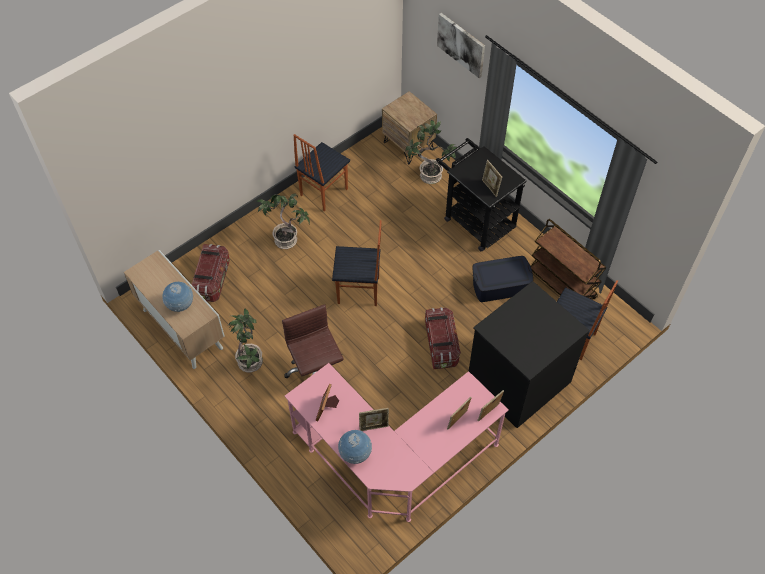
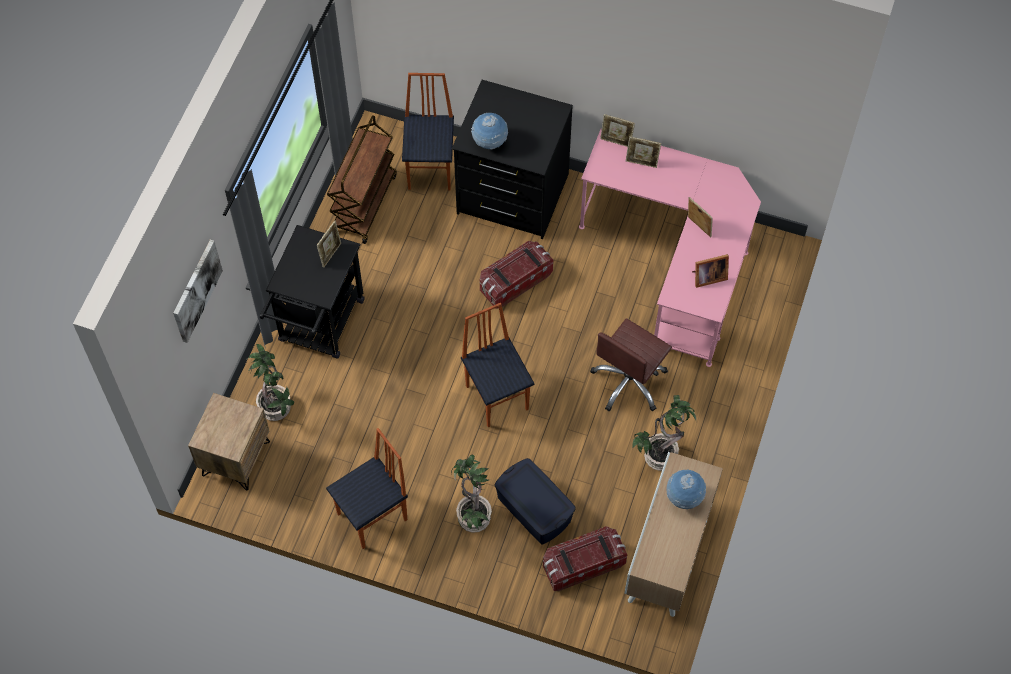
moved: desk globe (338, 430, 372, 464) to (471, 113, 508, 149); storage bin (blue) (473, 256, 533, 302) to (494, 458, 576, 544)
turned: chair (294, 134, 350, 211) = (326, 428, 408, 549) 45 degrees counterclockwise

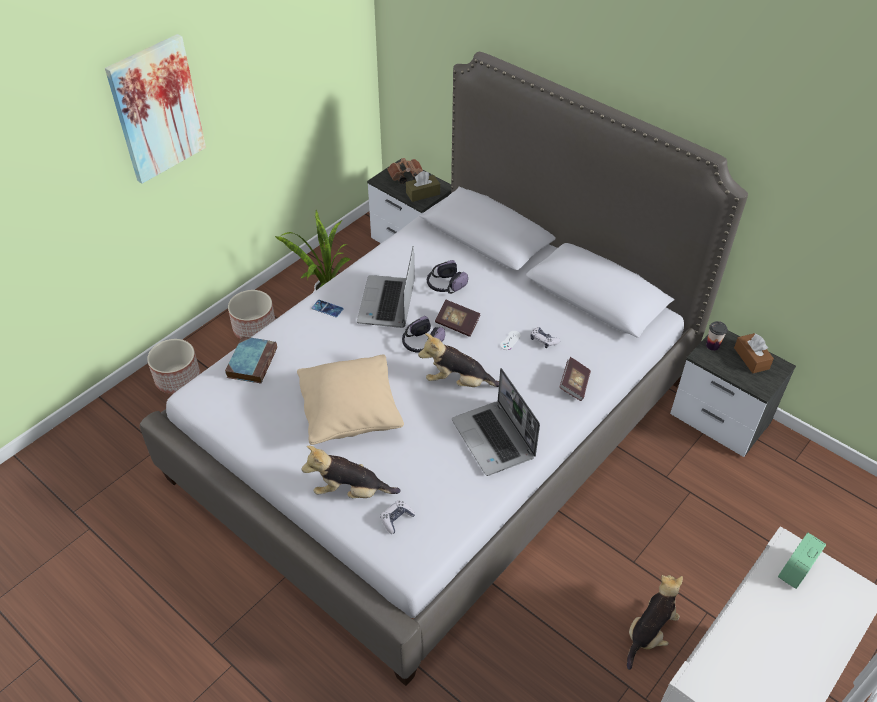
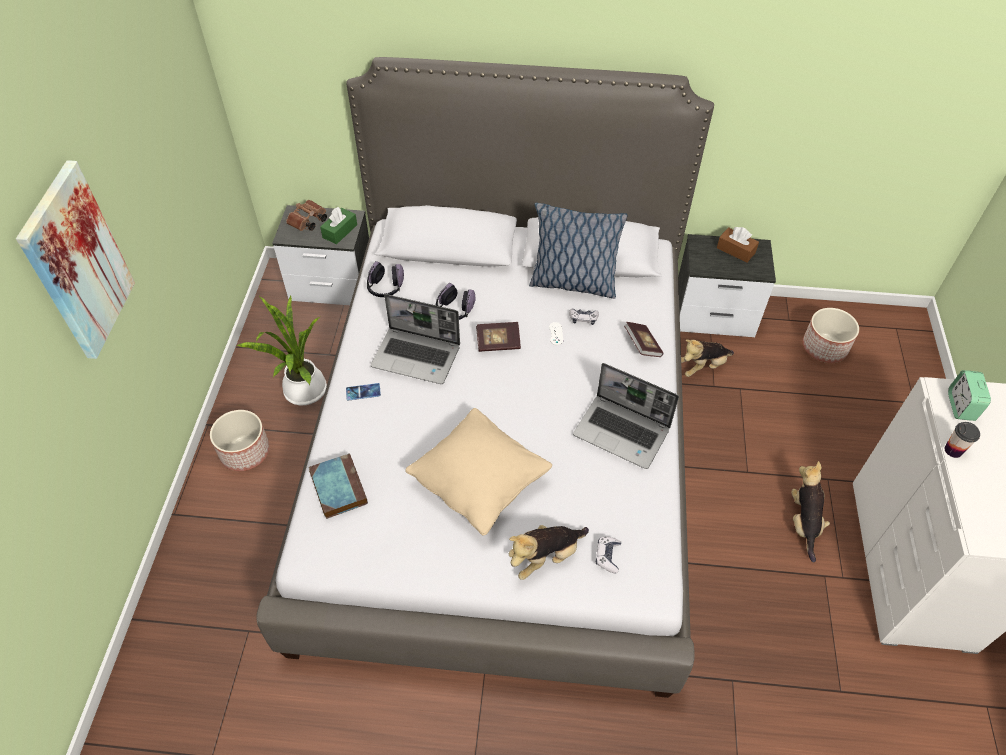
added: cushion (529, 203, 627, 299)
moved: plant pot (147, 339, 200, 394) to (803, 308, 859, 363); headphones (402, 316, 445, 353) to (367, 261, 404, 297); soft toy (418, 333, 499, 387) to (681, 339, 734, 377); cup (706, 321, 728, 351) to (944, 422, 980, 458)
recoloured: box of tissues (brown) (406, 171, 440, 202) to box of tissues (greenish) (320, 207, 357, 244)
turned: laptop (357, 246, 415, 328) = (371, 294, 460, 384) 45 degrees counterclockwise

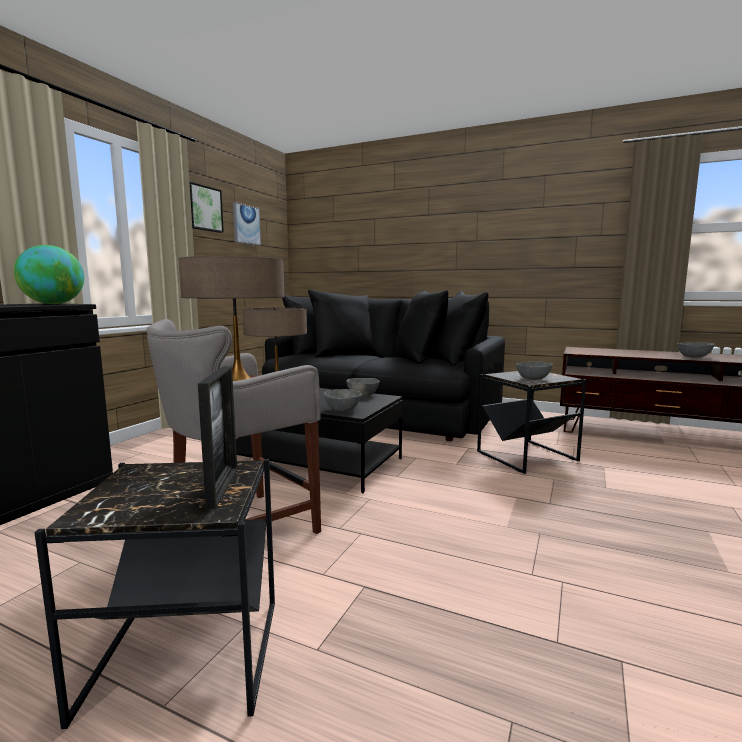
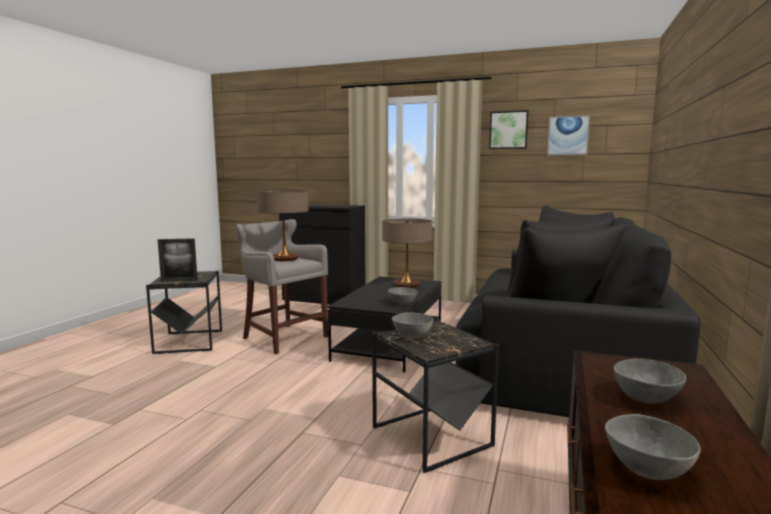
removed: desk globe (14, 245, 84, 304)
moved: deep dish (grey) (324, 389, 362, 412) to (614, 359, 686, 403)

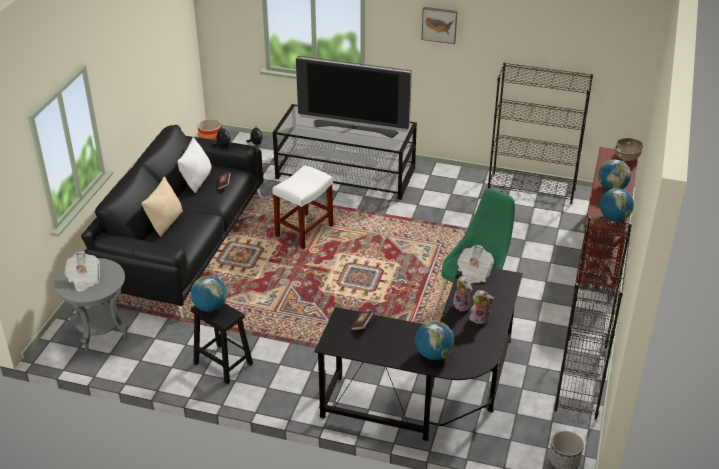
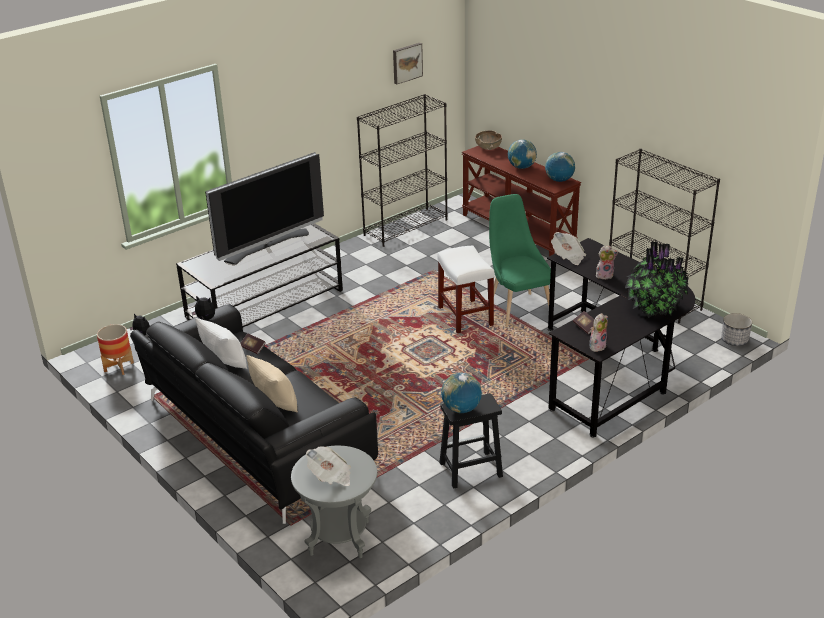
moved: stool seat (whitish) (272, 165, 333, 249) to (437, 246, 495, 333); picture (421, 7, 458, 44) to (393, 43, 423, 84); soft toy (470, 290, 494, 324) to (589, 313, 608, 352)
replaced: desk globe (415, 321, 454, 360) to plant in a pot (625, 241, 689, 318)

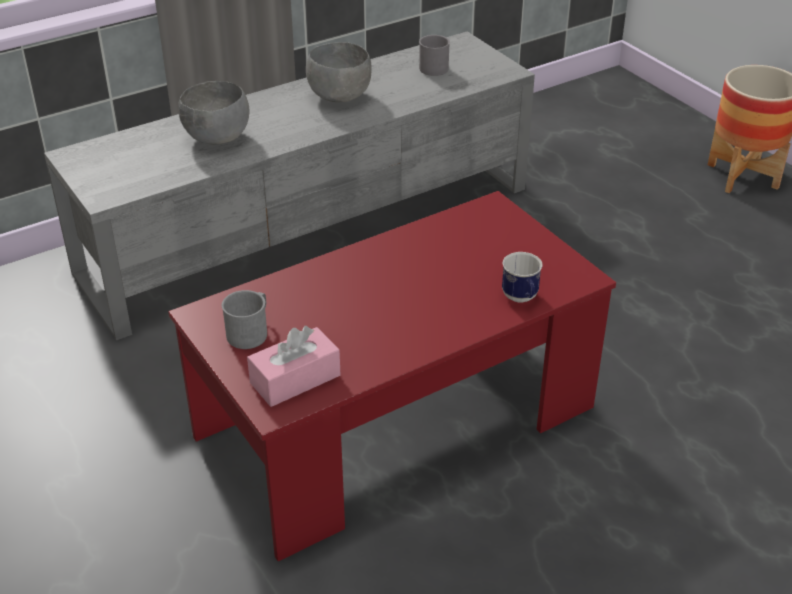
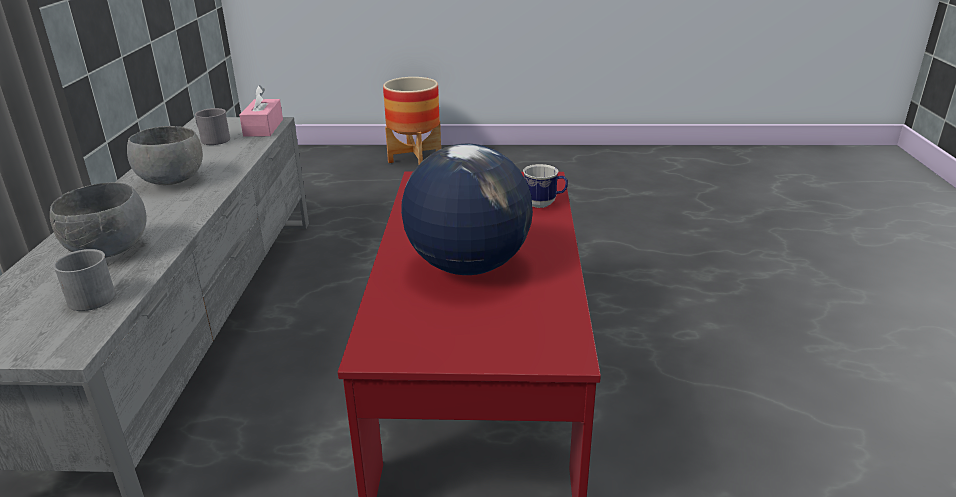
added: desk globe (401, 144, 533, 275)
moved: mug (grey) (222, 290, 267, 349) to (53, 249, 115, 311); box of tissues (pink) (247, 326, 341, 407) to (239, 85, 283, 137)

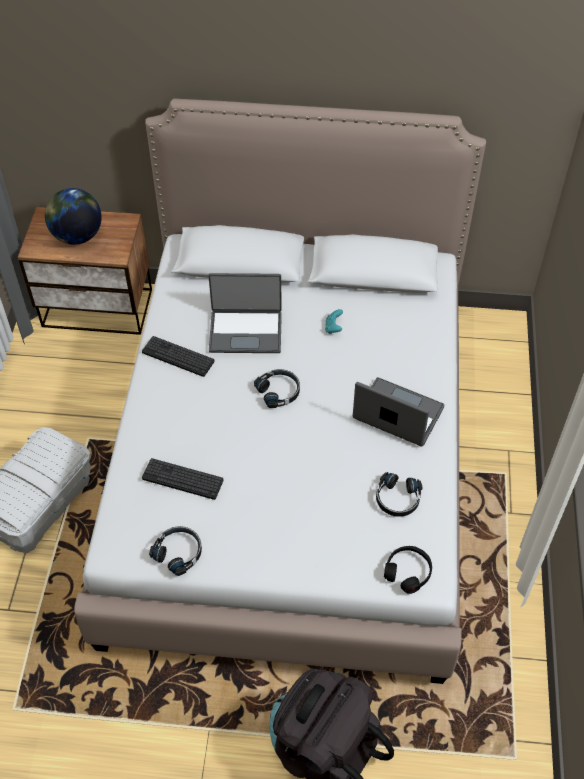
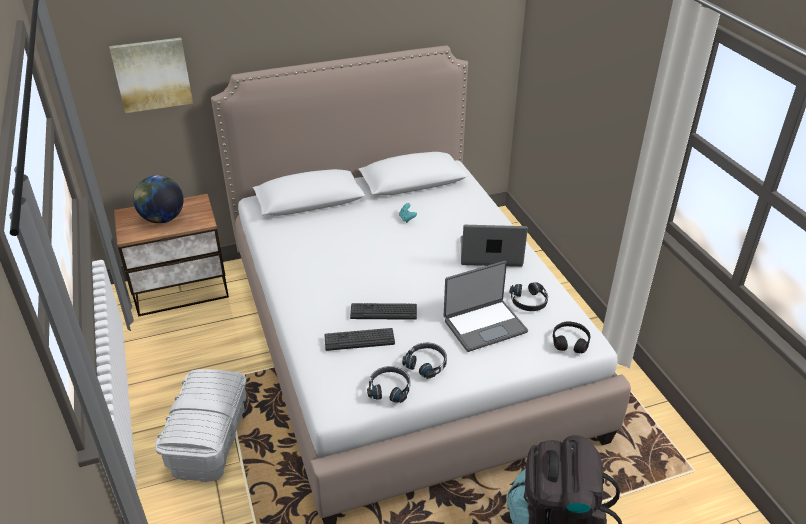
added: picture (109, 38, 193, 113)
moved: PC keyboard (142, 336, 215, 377) to (350, 303, 417, 320); laptop (208, 273, 282, 353) to (444, 261, 528, 352); headphones (black-coloured) (254, 369, 300, 408) to (402, 343, 447, 379)

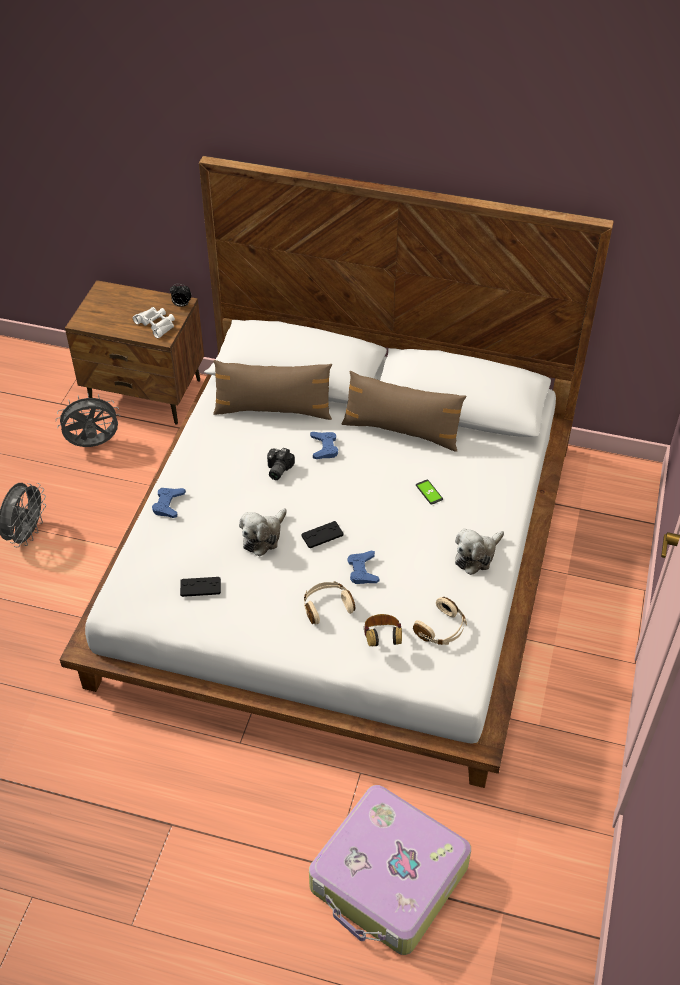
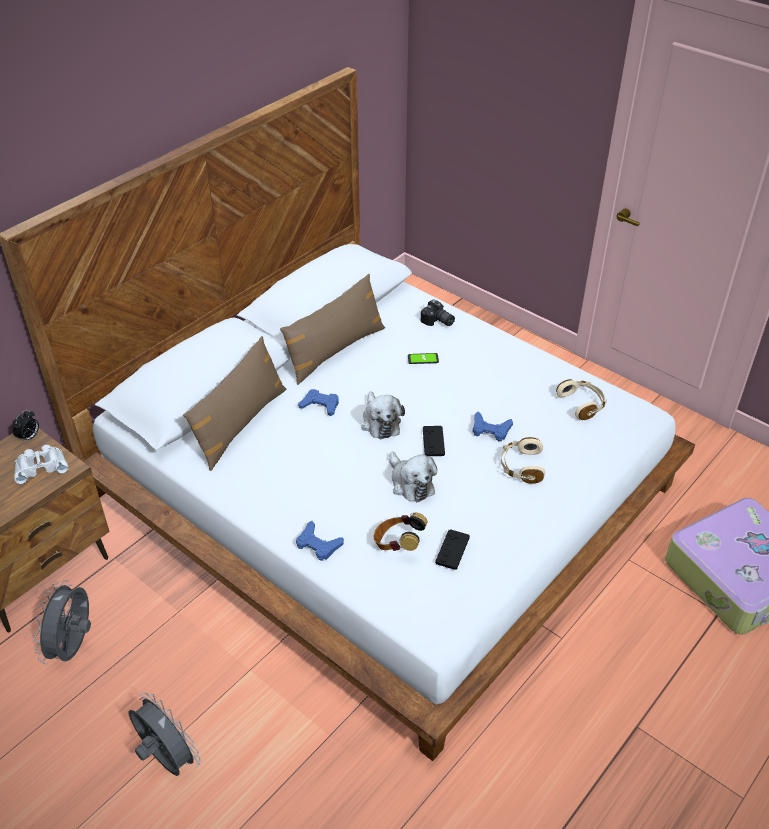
moved: still camera (267, 448, 295, 480) to (421, 299, 455, 326); headphones (364, 614, 402, 646) to (374, 512, 428, 551); soft toy (455, 529, 504, 575) to (361, 391, 405, 439)

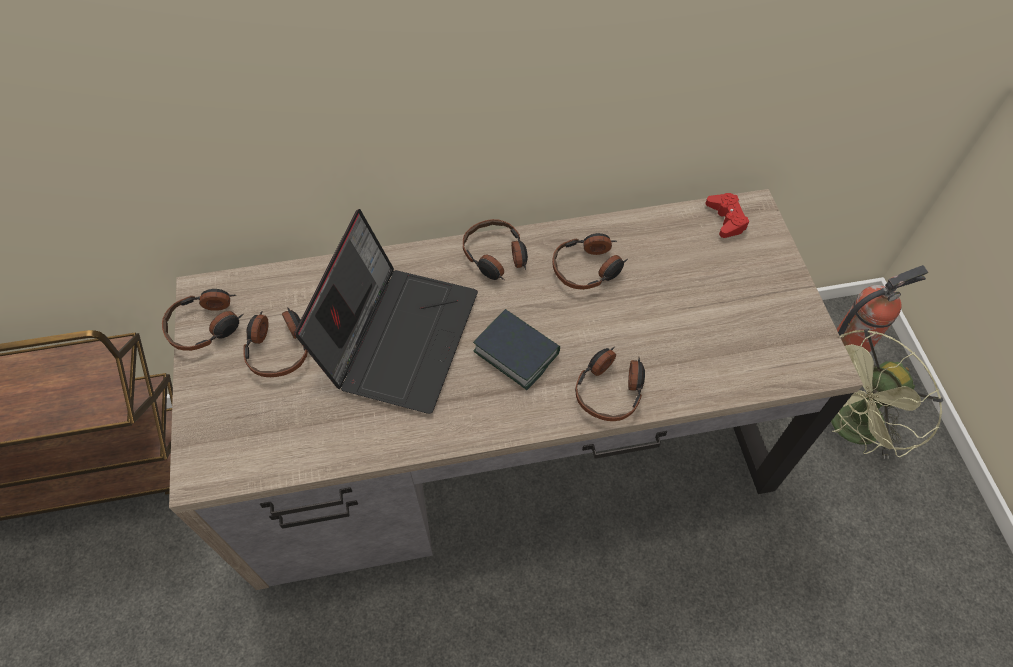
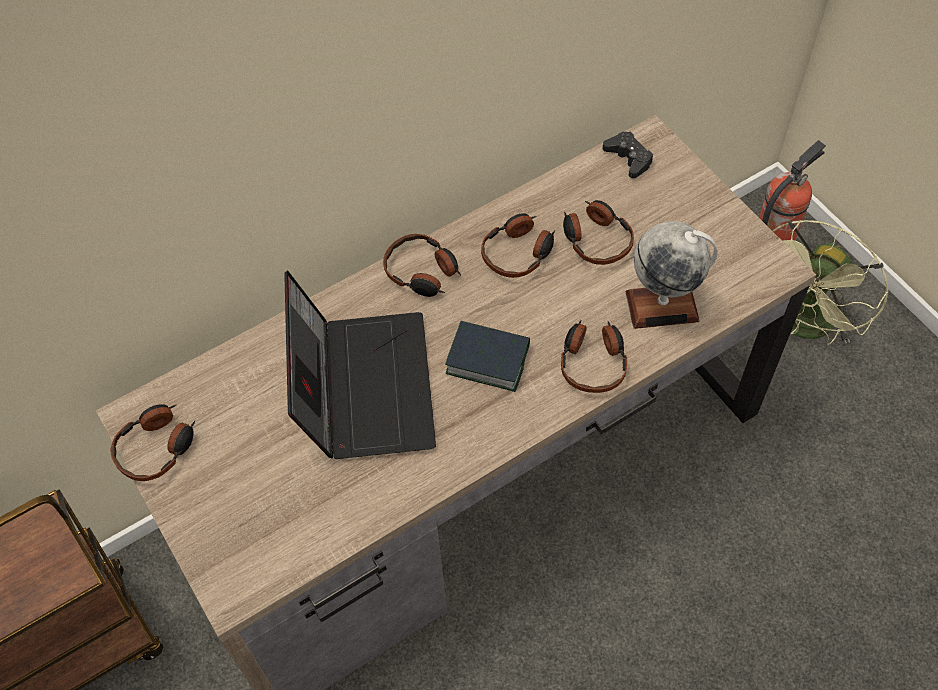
added: desk globe (626, 221, 717, 329)
moved: headphones (243, 307, 308, 377) to (563, 200, 634, 265)
recoloured: gamepad (red) (706, 193, 749, 238) to gamepad (black-coloured) (603, 132, 653, 179)

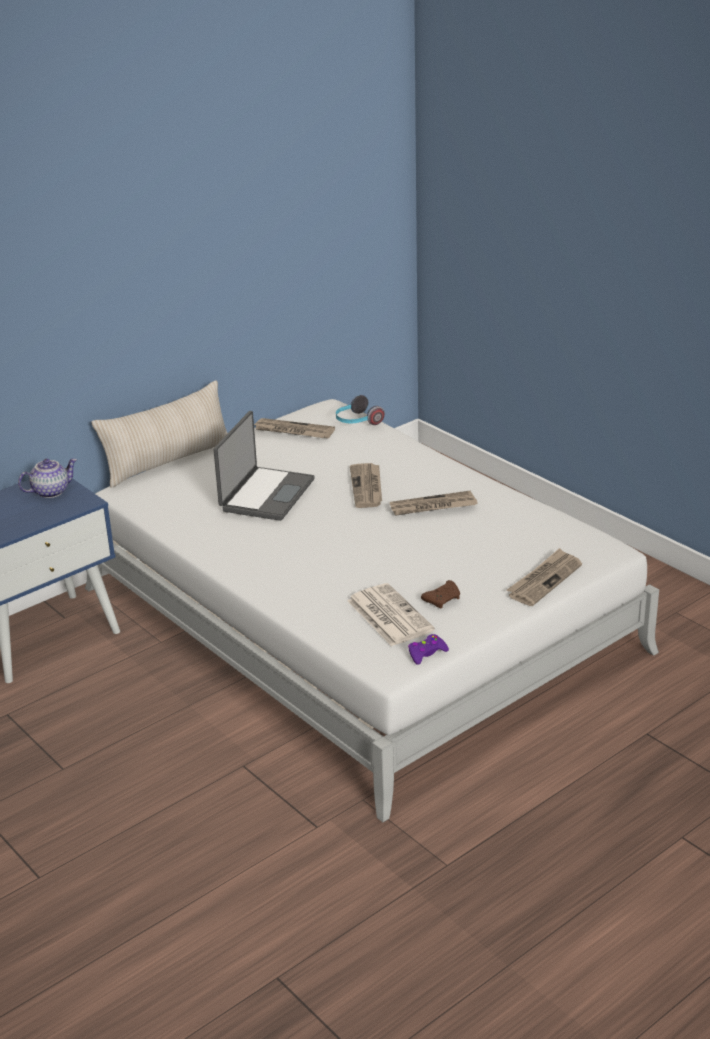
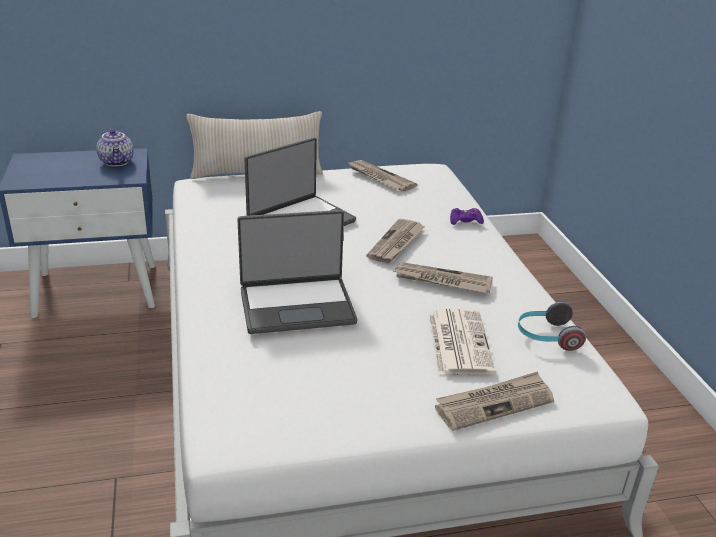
removed: gamepad (brown) (421, 580, 460, 609)
added: laptop (237, 210, 357, 334)
moved: headphones (336, 395, 385, 425) to (518, 302, 586, 351); printed paper (347, 583, 435, 646) to (429, 309, 496, 375); gamepad (purple) (408, 634, 449, 665) to (450, 208, 484, 225)
turned: teapot (18, 458, 77, 498) = (97, 128, 134, 167) 75 degrees clockwise

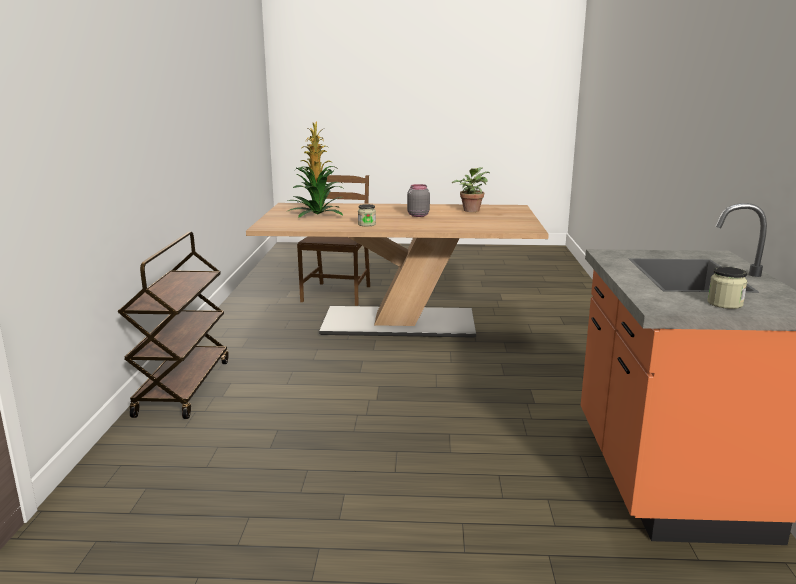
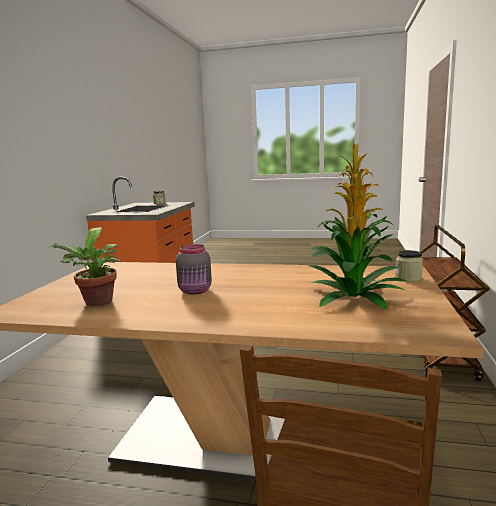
moved: preserve jar (358, 204, 376, 226) to (395, 250, 423, 282)

